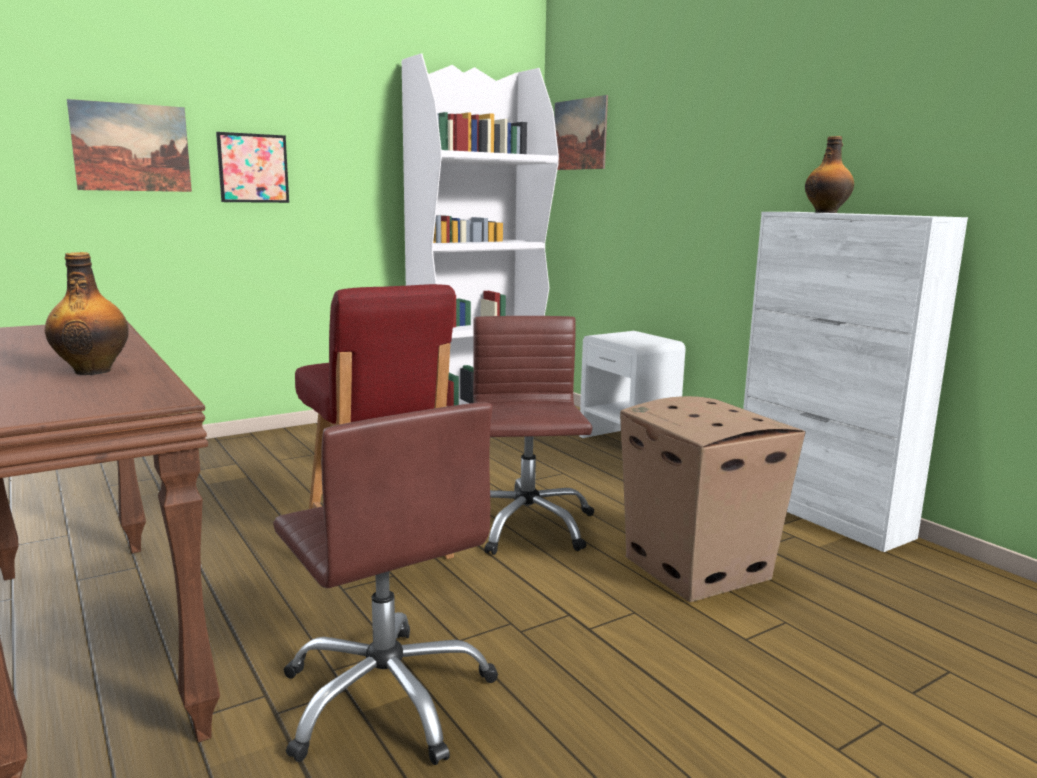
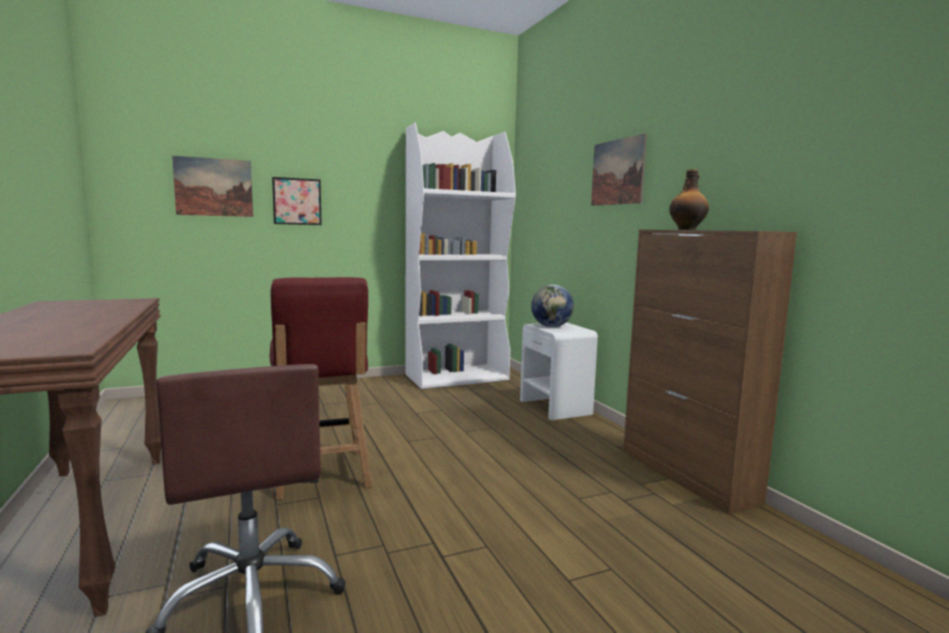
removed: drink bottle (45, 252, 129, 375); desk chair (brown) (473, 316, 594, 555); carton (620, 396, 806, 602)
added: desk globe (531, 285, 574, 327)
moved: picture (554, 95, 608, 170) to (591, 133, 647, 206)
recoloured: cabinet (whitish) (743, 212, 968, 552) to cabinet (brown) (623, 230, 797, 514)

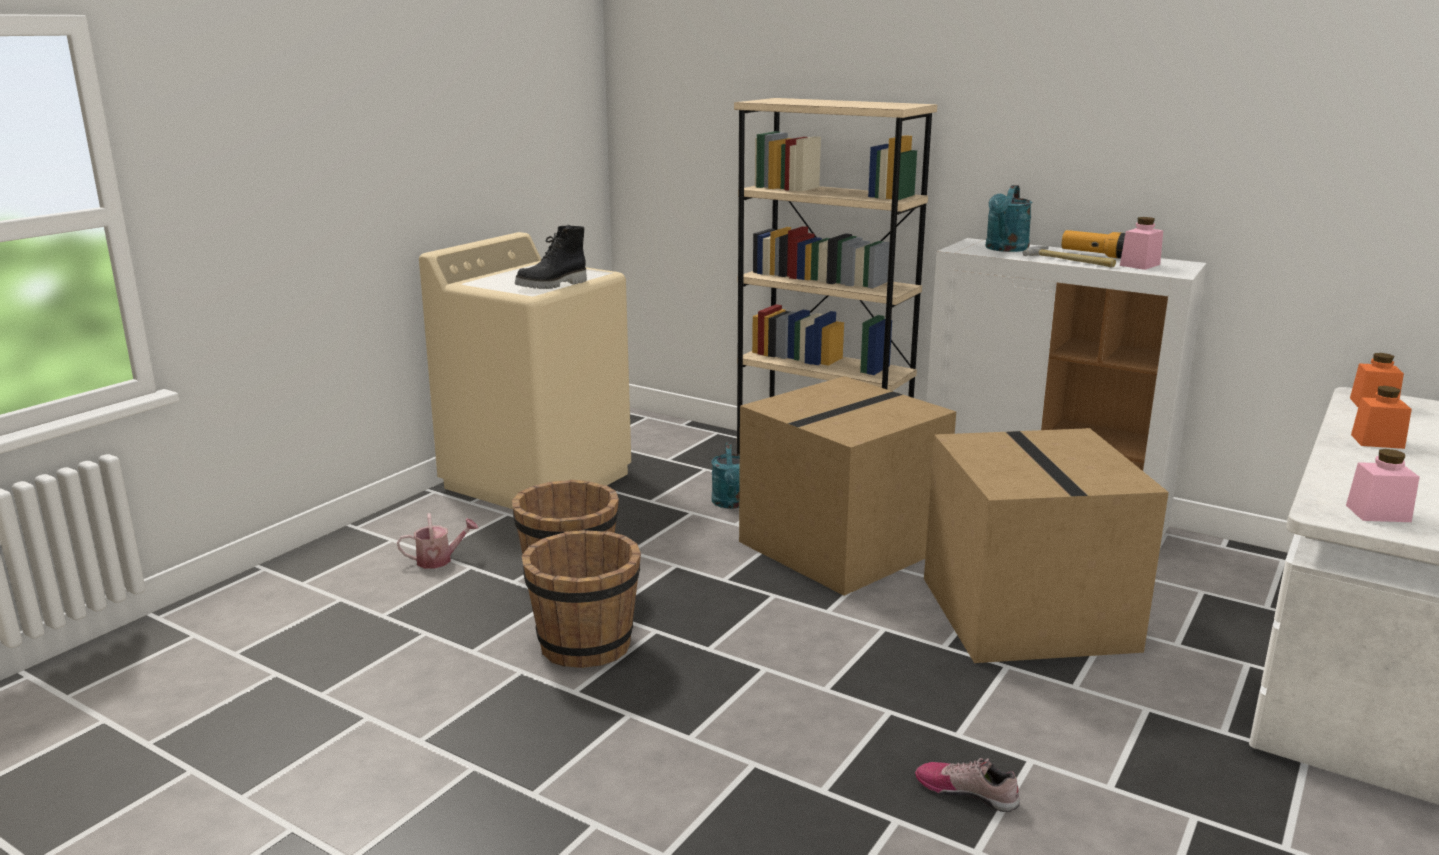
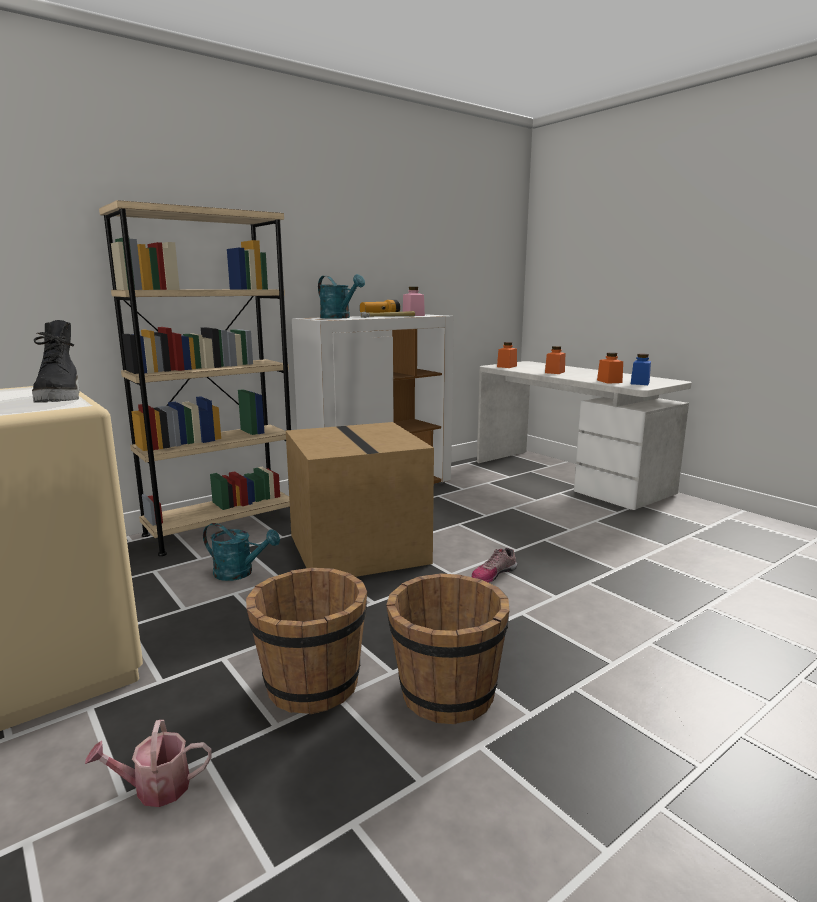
removed: carton (924, 428, 1169, 663)
added: preserve jar (orange-coloured) (597, 352, 623, 384)
moved: shoe (915, 758, 1020, 812) to (472, 548, 517, 583)
recoloured: preserve jar (pink) (1346, 449, 1420, 522) to preserve jar (blue) (631, 354, 651, 385)
turned: sprinkling can (397, 513, 478, 569) = (85, 720, 211, 807) 105 degrees counterclockwise

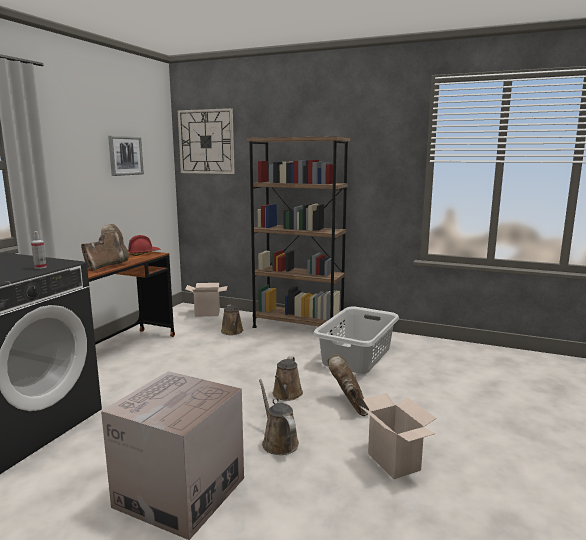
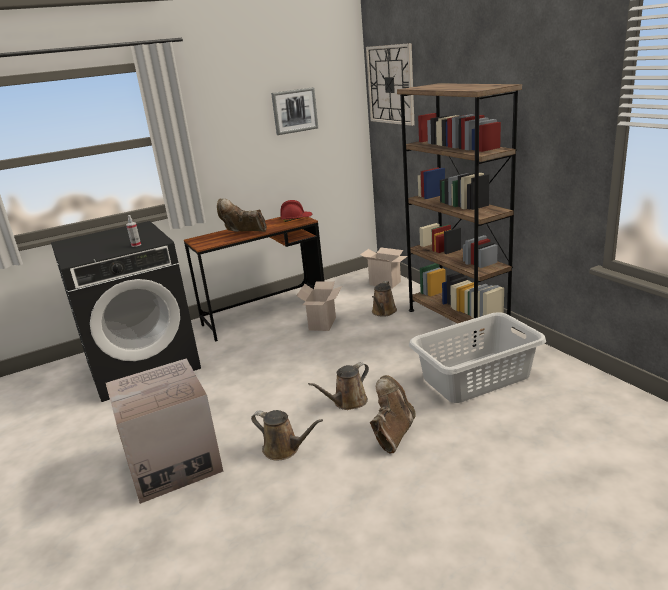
moved: carton (360, 393, 437, 479) to (296, 282, 342, 331)
turned: boot (brown) (81, 224, 129, 271) = (217, 199, 267, 232) 150 degrees counterclockwise; sprinkling can (brown) (259, 379, 299, 455) = (251, 410, 323, 461) 105 degrees clockwise

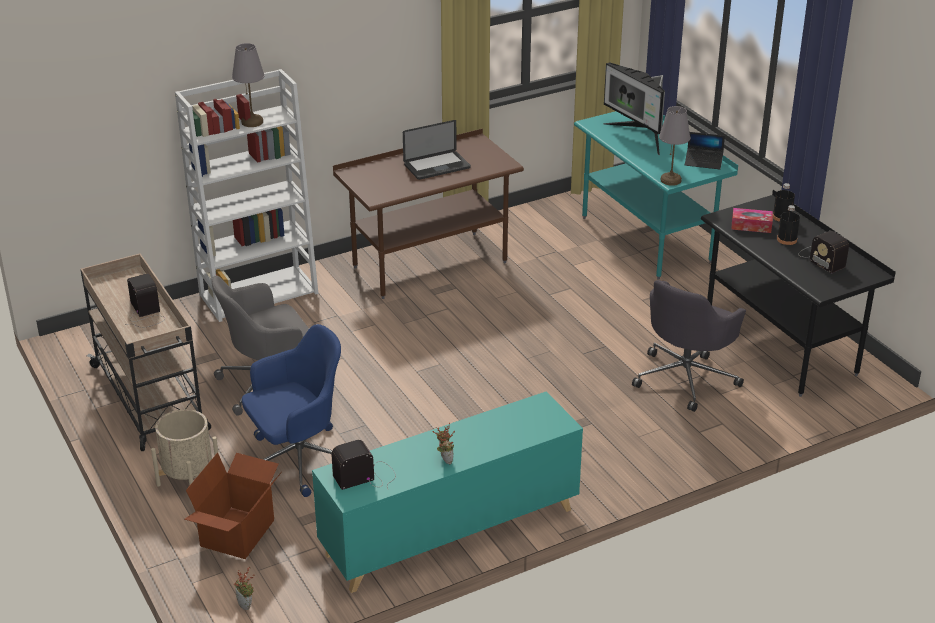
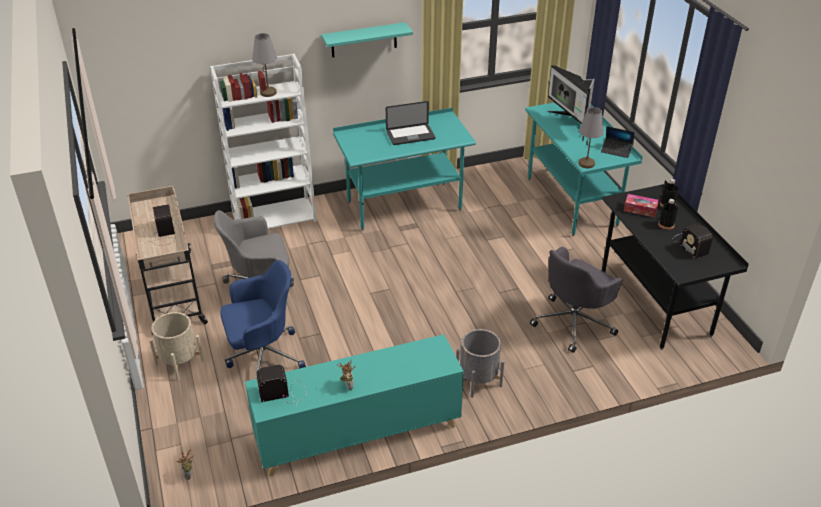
removed: carton (184, 453, 282, 559)
added: wall shelf (turquoise) (321, 22, 413, 58); plant pot (grey) (456, 329, 505, 398)
recoloured: desk unit (brown) (333, 129, 524, 299) to desk unit (turquoise) (333, 108, 476, 231)

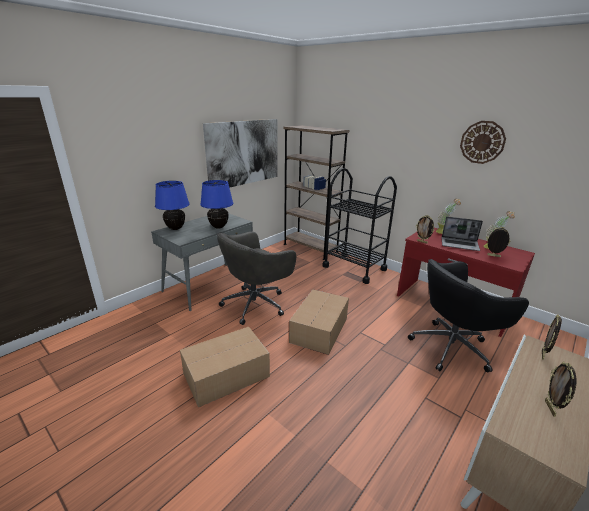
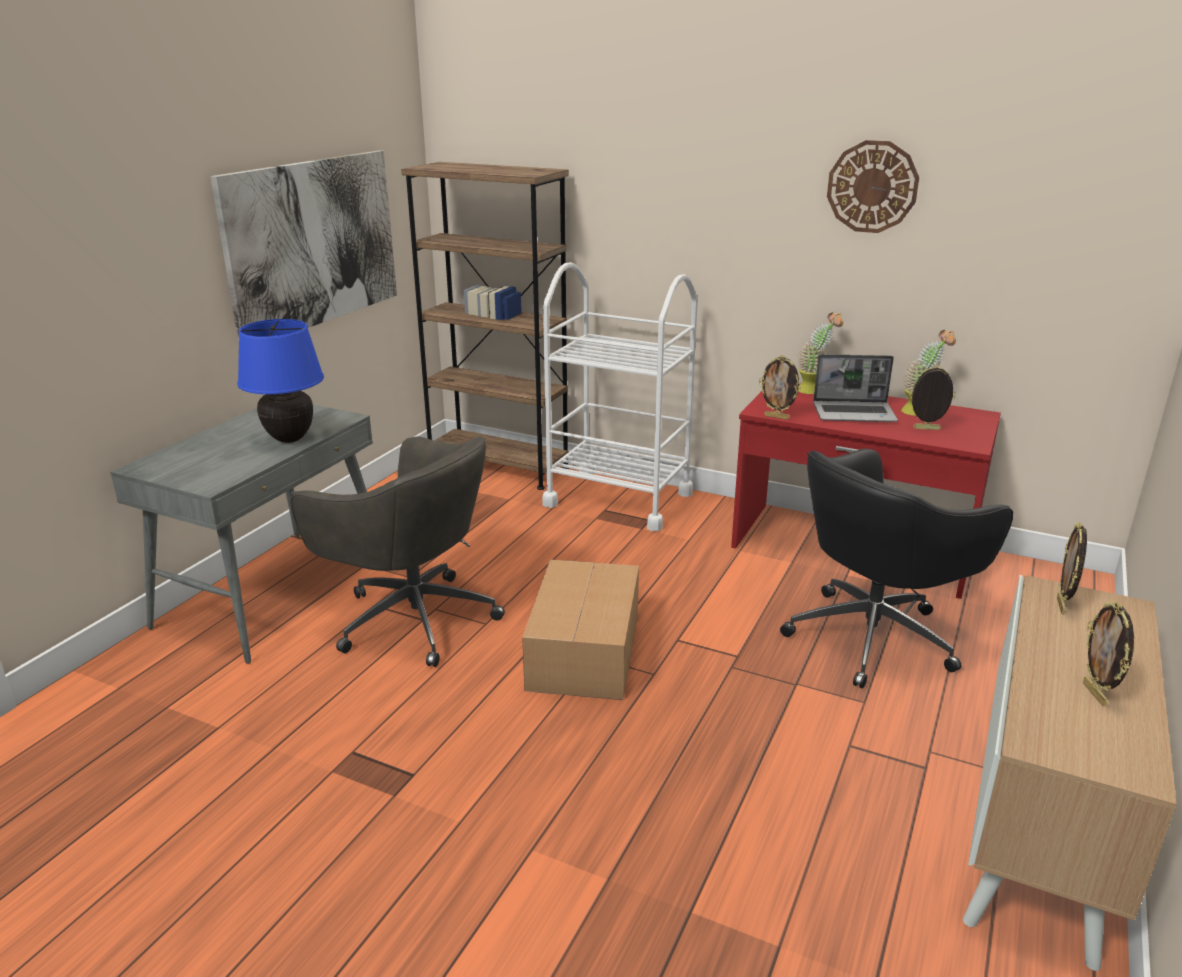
removed: lamp for a table (blue) (155, 181, 190, 230); carton (180, 327, 270, 407)
recoloured: trolley (black-coloured) (323, 168, 397, 284) to trolley (whitish) (542, 262, 698, 531)
turned: desk chair (grey) (217, 231, 296, 325) = (290, 436, 505, 667) 90 degrees counterclockwise

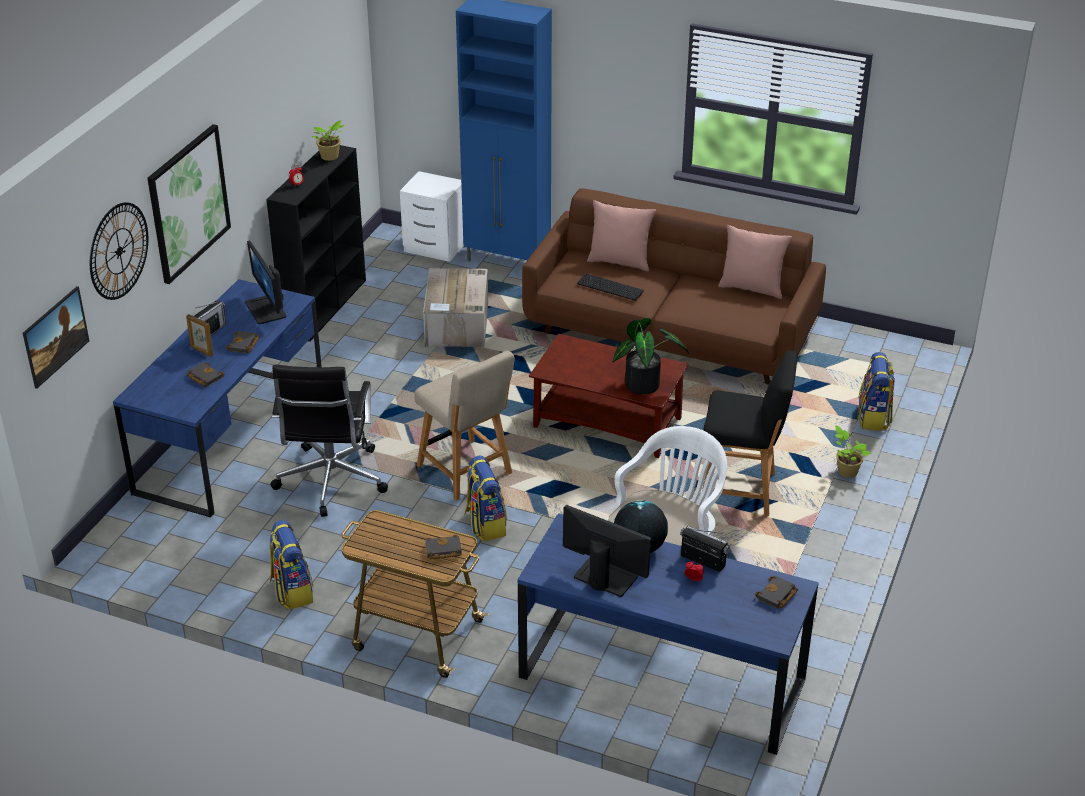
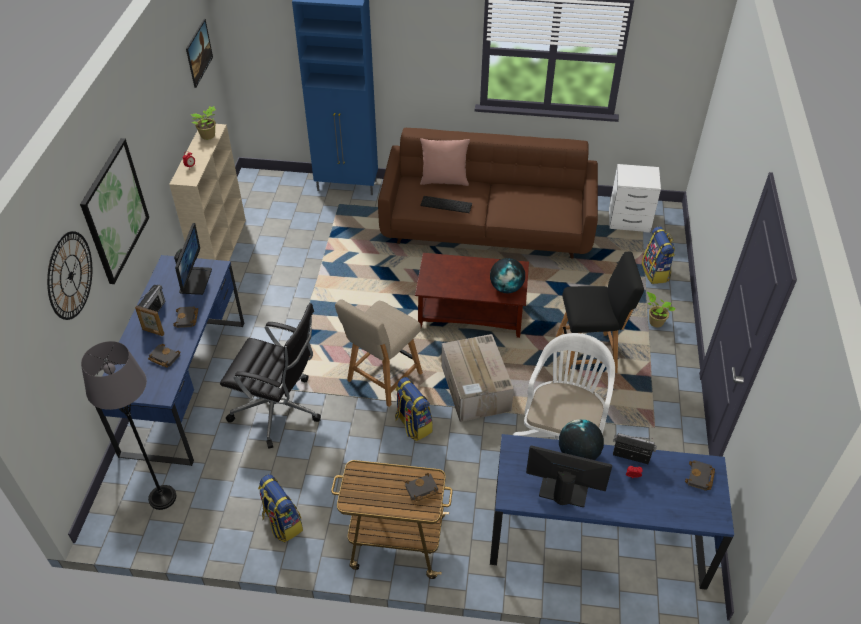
removed: cushion (pink) (718, 225, 792, 299)
added: floor lamp (grey) (81, 341, 176, 510)
moved: picture (23, 286, 89, 389) to (186, 19, 213, 88); nightstand (whitish) (400, 171, 463, 262) to (609, 164, 661, 233); carton (423, 268, 488, 347) to (441, 334, 514, 422)
replaced: plant in a pot (613, 317, 689, 395) to desk globe (490, 258, 525, 294)
recoloured: bookshelf (black-coloured) (266, 145, 366, 342) to bookshelf (beige-coloured) (169, 124, 246, 261)
turned: monitor (245, 240, 286, 324) = (174, 223, 212, 295) 135 degrees counterclockwise; desk chair (black-coloured) (270, 365, 388, 517) = (220, 303, 321, 449) 60 degrees counterclockwise; chair (beige-coloured) (415, 351, 515, 501) = (335, 299, 423, 407) 90 degrees clockwise

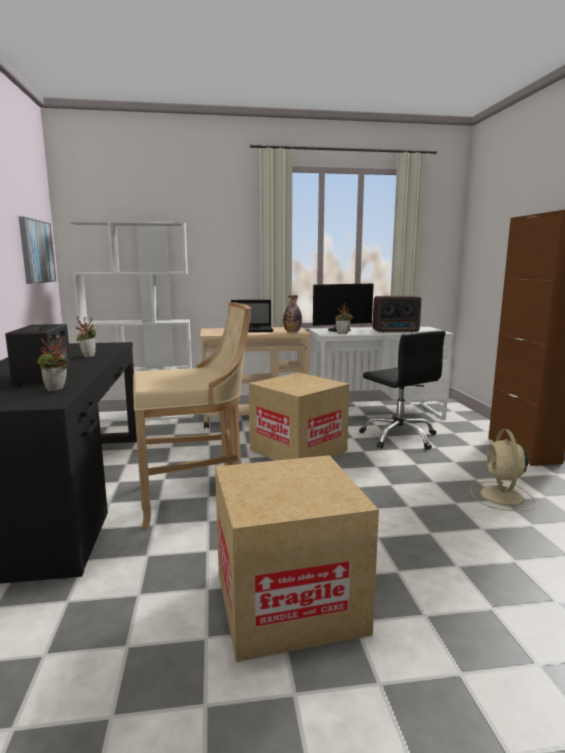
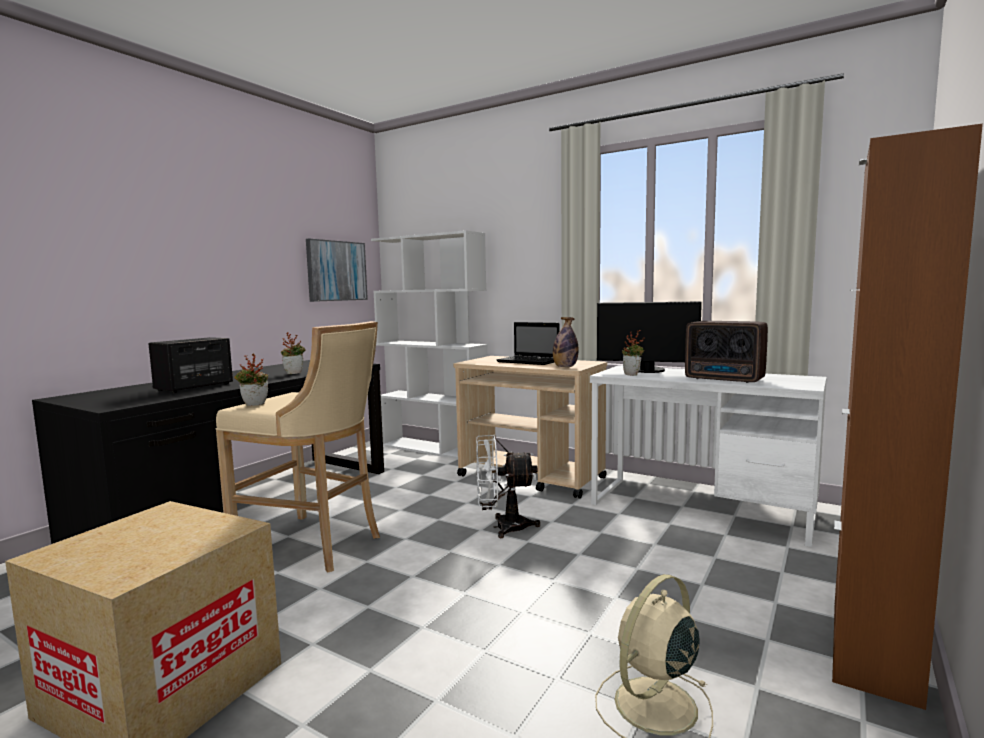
removed: desk chair (black-coloured) (359, 330, 446, 450)
moved: plant in a pot (37, 336, 68, 392) to (234, 354, 268, 406)
replaced: carton (249, 373, 349, 461) to fan (whitish) (476, 434, 540, 538)

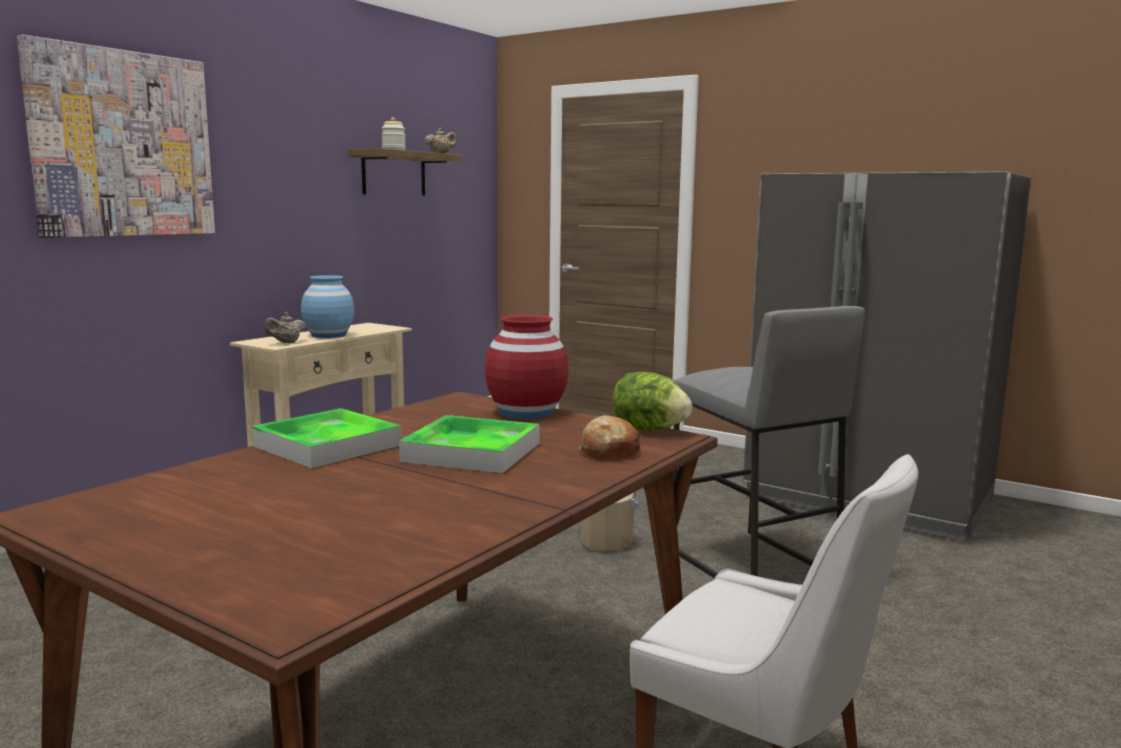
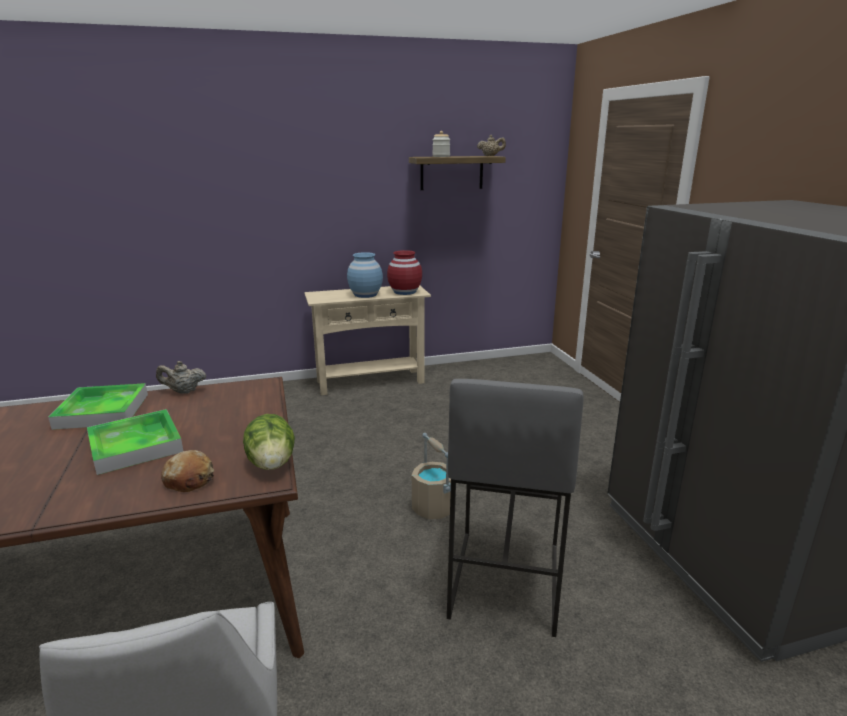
removed: picture (17, 35, 215, 238)
moved: teapot (beige-coloured) (264, 312, 306, 343) to (156, 361, 206, 394); decorative vase (red) (485, 315, 569, 419) to (387, 250, 422, 295)

